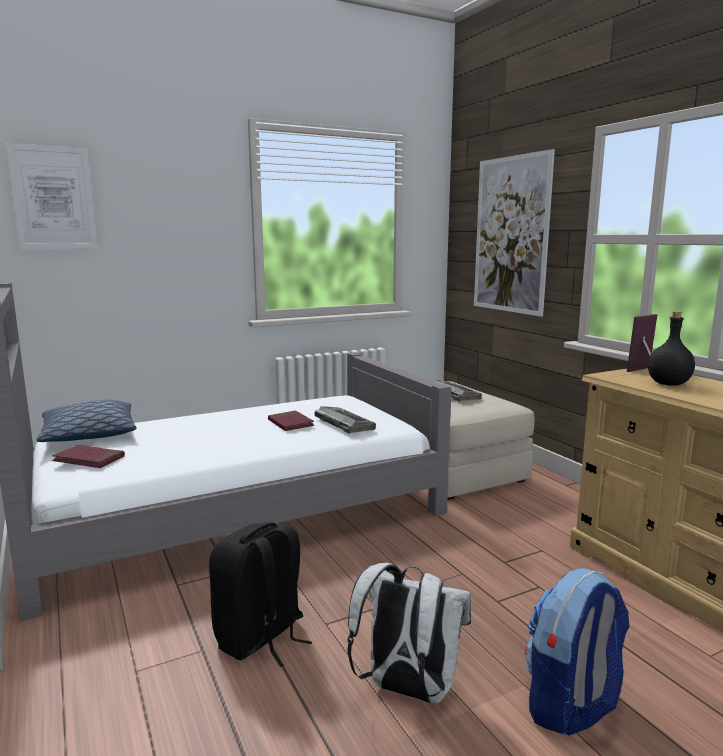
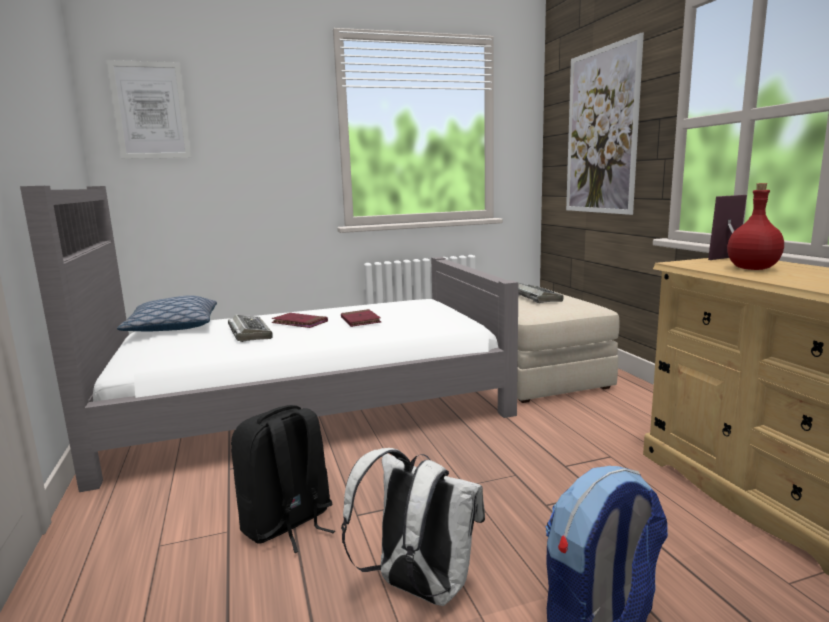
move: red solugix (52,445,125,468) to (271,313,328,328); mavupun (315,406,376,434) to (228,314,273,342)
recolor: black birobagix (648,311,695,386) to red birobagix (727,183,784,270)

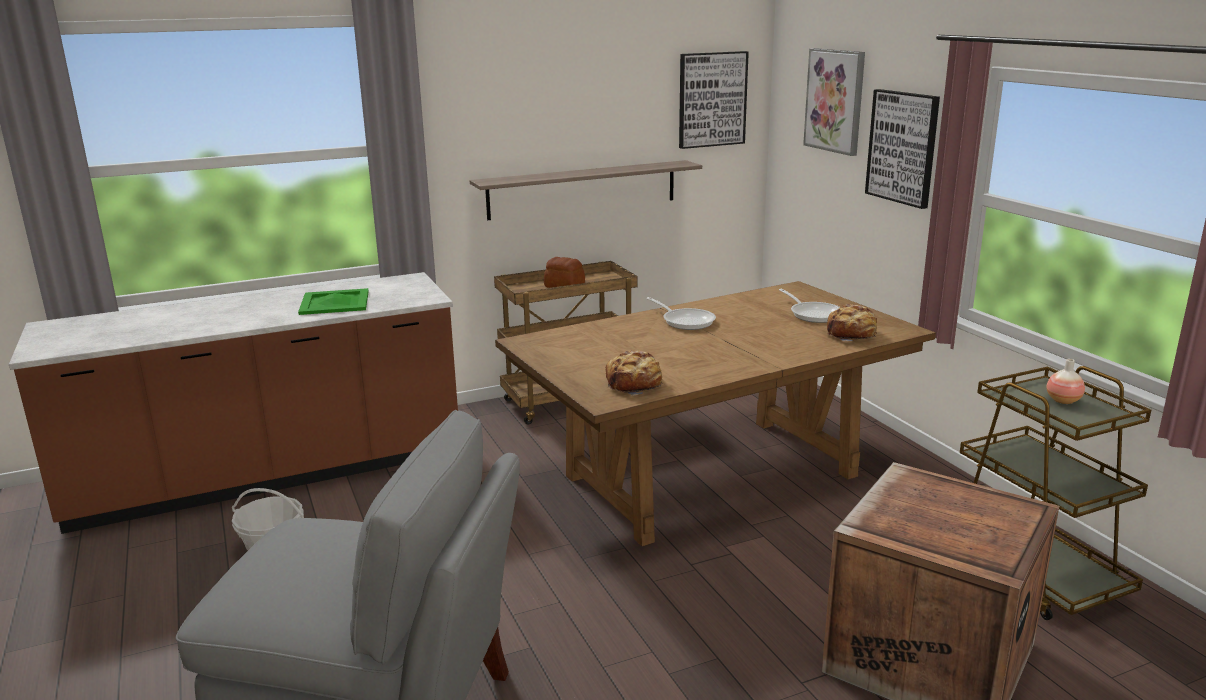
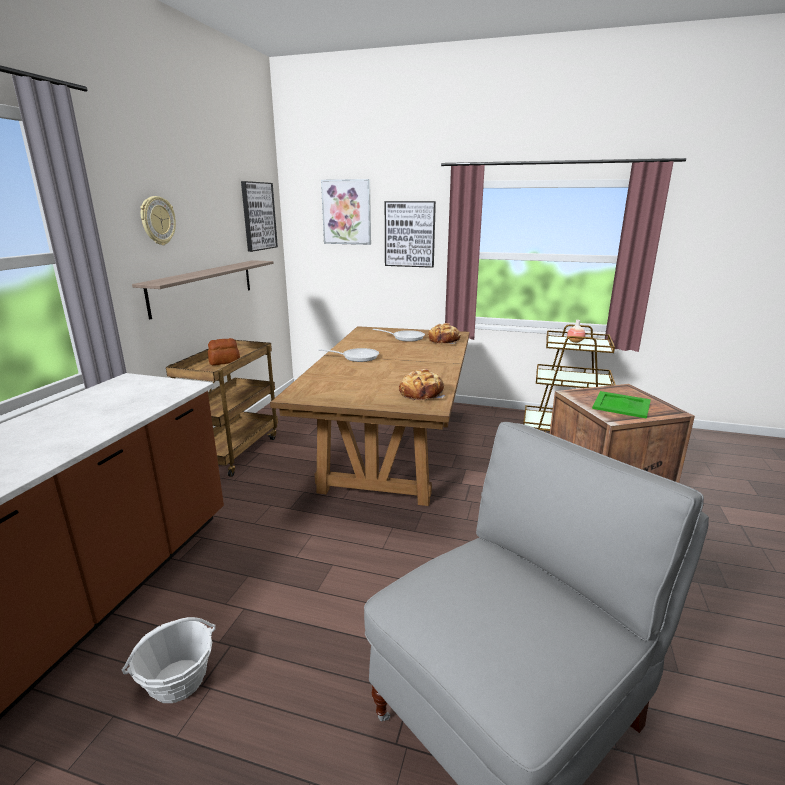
insert: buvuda (140,196,176,245)
move: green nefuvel (298,288,369,315) to (592,391,651,419)

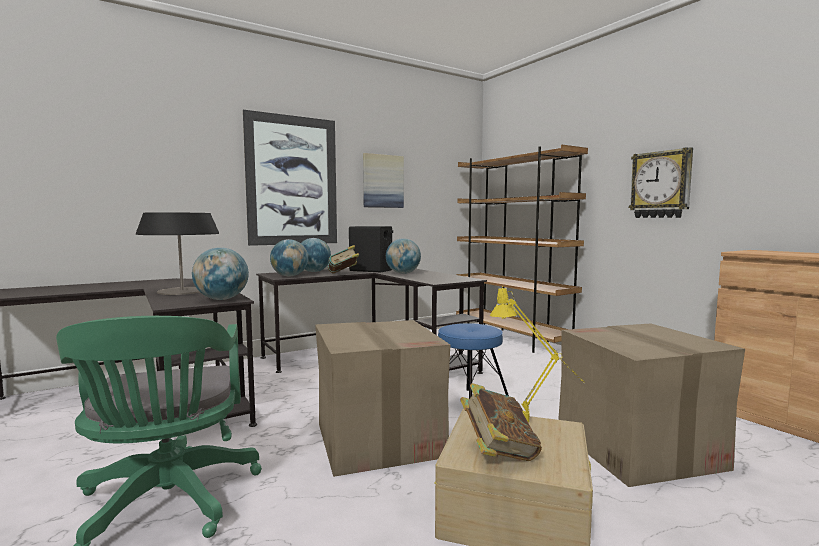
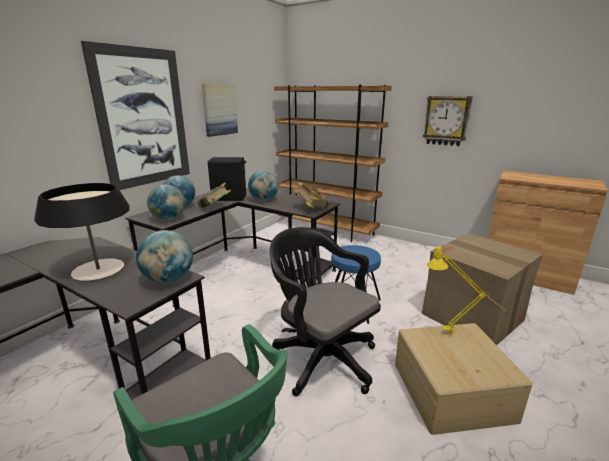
move: solugix (460,383,542,461) to (293,182,329,210)
replace: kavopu (315,320,450,477) to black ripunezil (270,227,381,396)

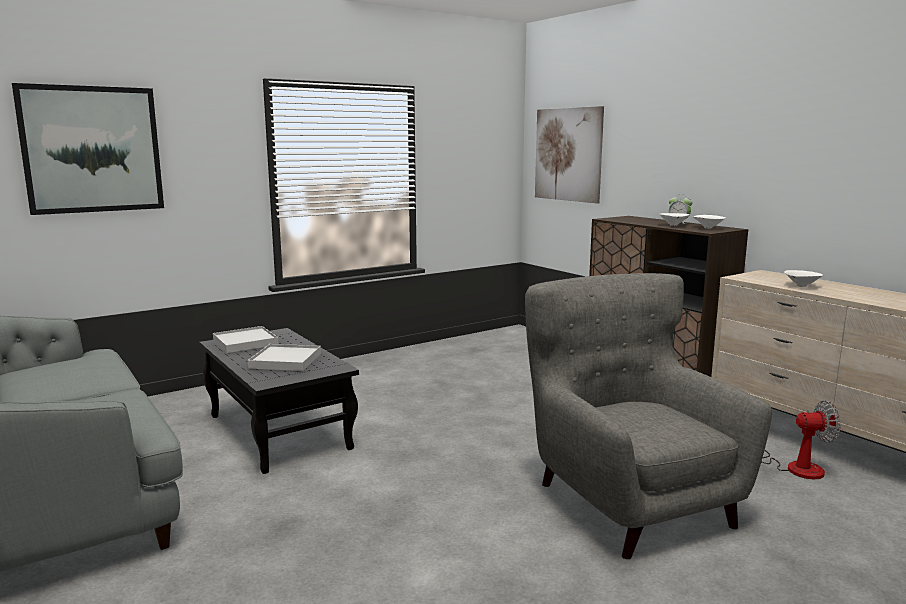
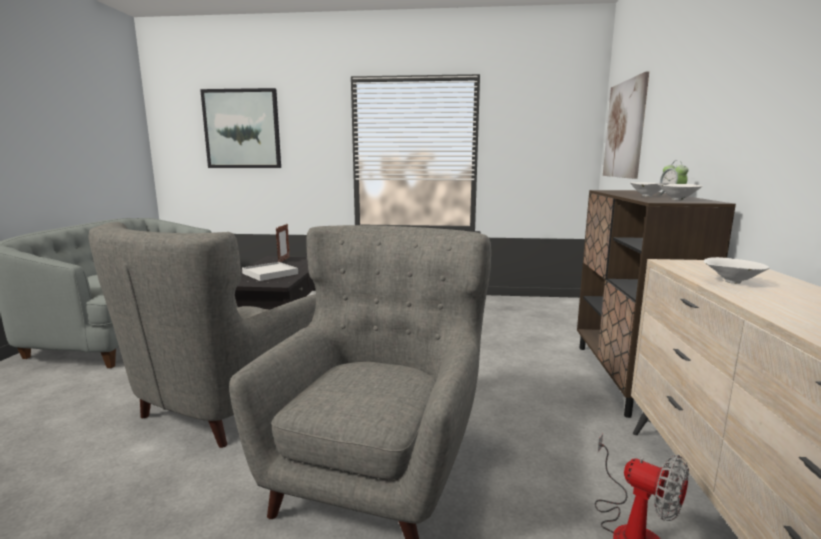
insert: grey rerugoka (88,222,316,448)
replace: white nefuvel (213,326,278,353) to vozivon (276,224,290,262)

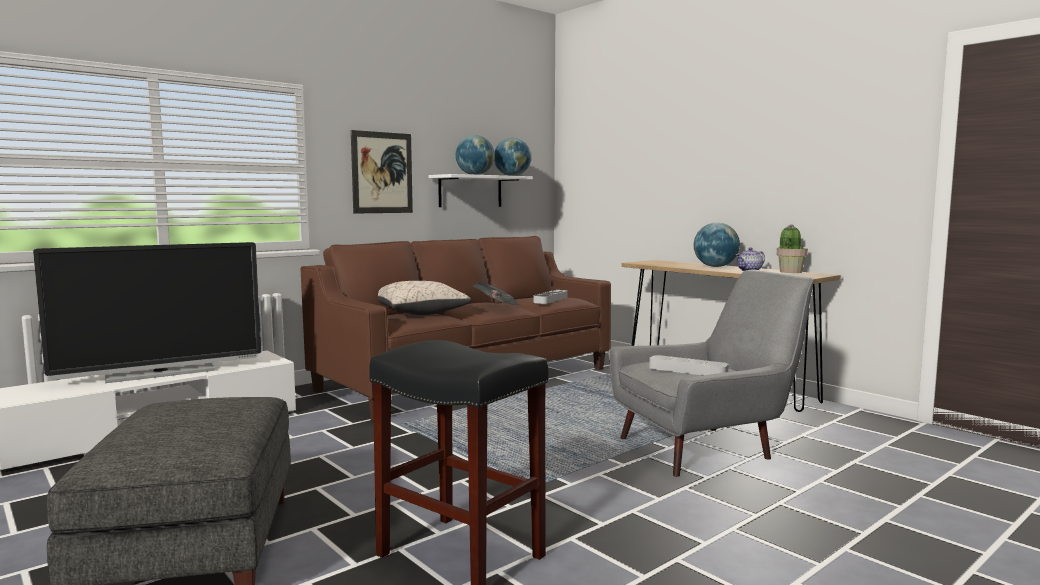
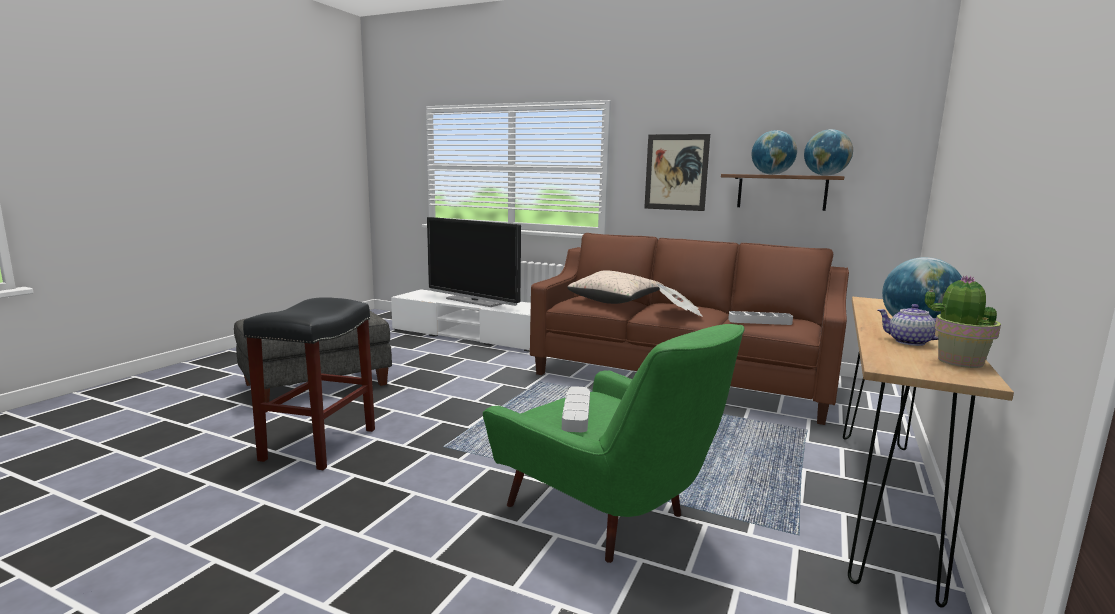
recolor: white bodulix (428,174,533,207) to brown bodulix (721,174,844,211); grey rerugoka (608,270,814,477) to green rerugoka (483,324,745,563)

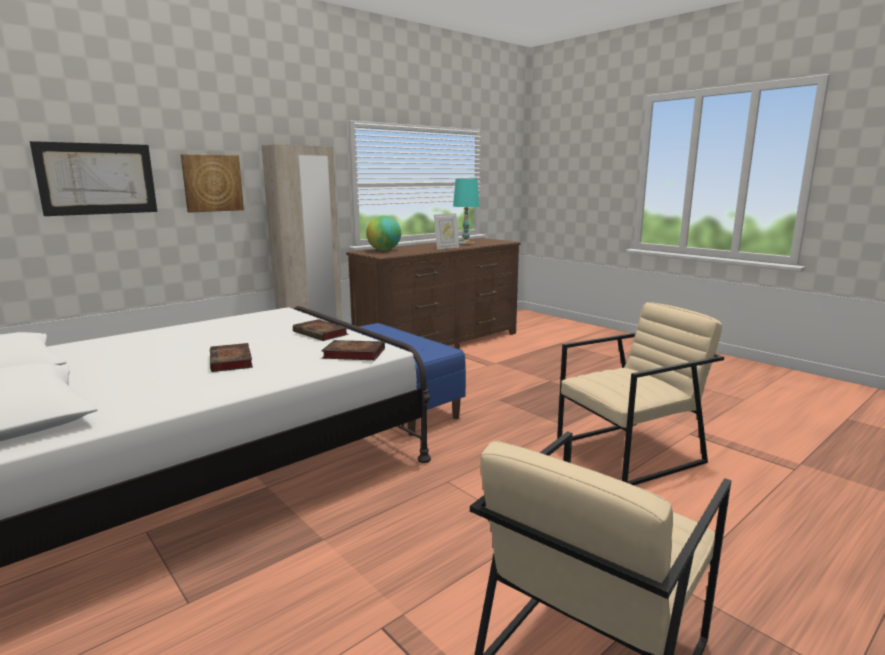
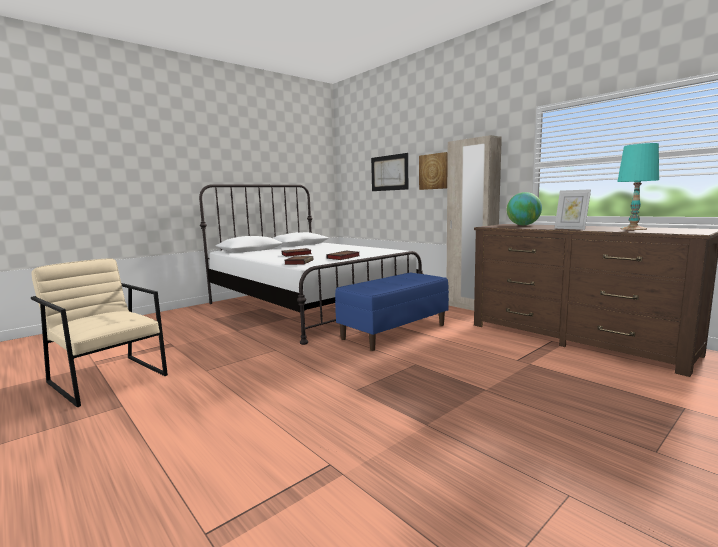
delete: beige rerugoka (557,302,724,485)

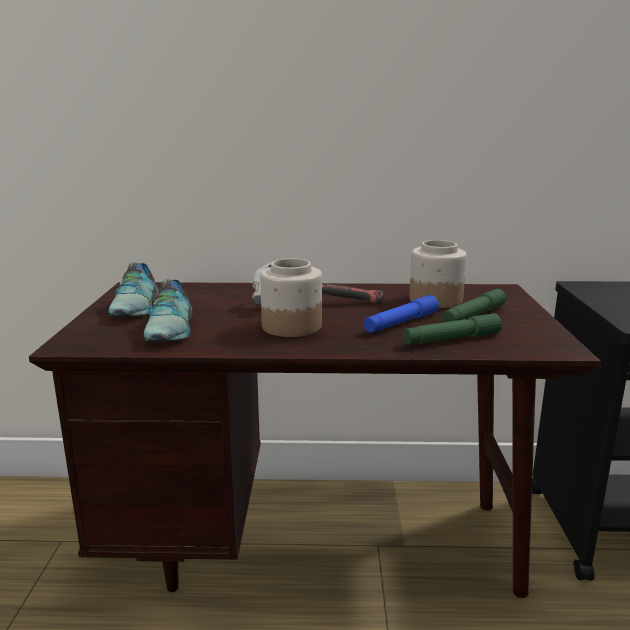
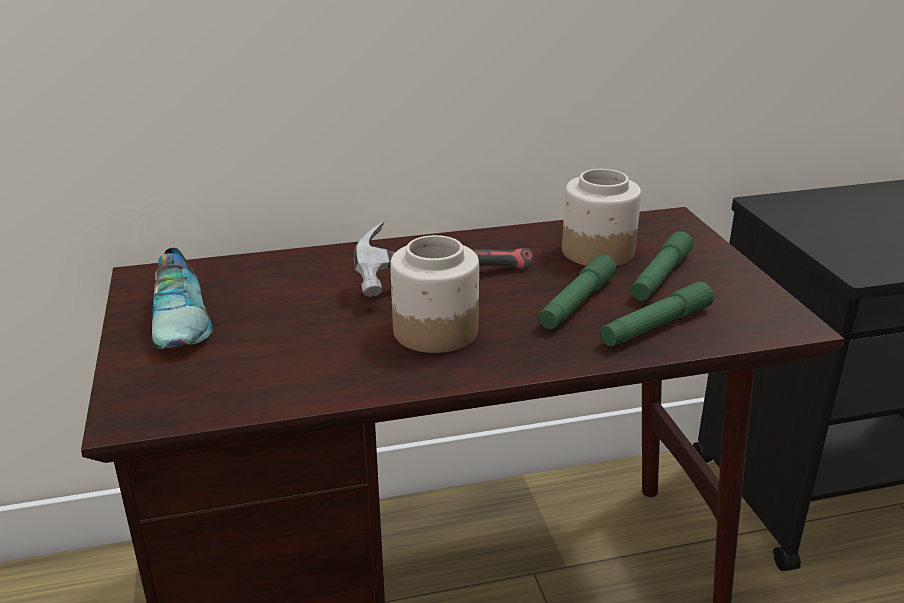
delete: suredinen (144,279,192,341)
recolor: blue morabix (364,295,439,333) to green morabix (538,254,617,329)

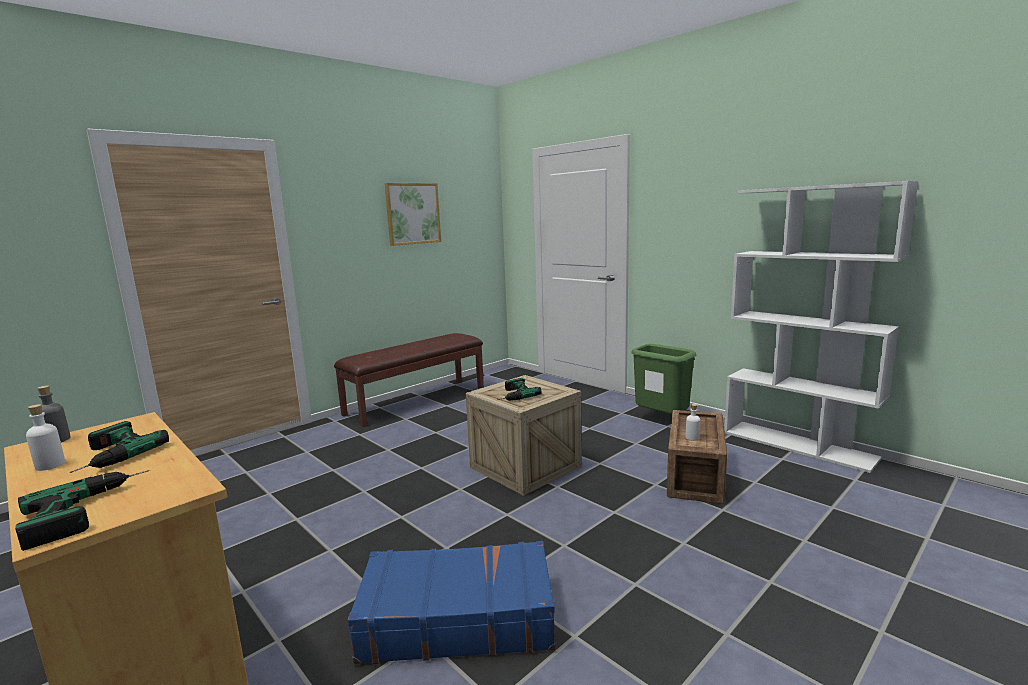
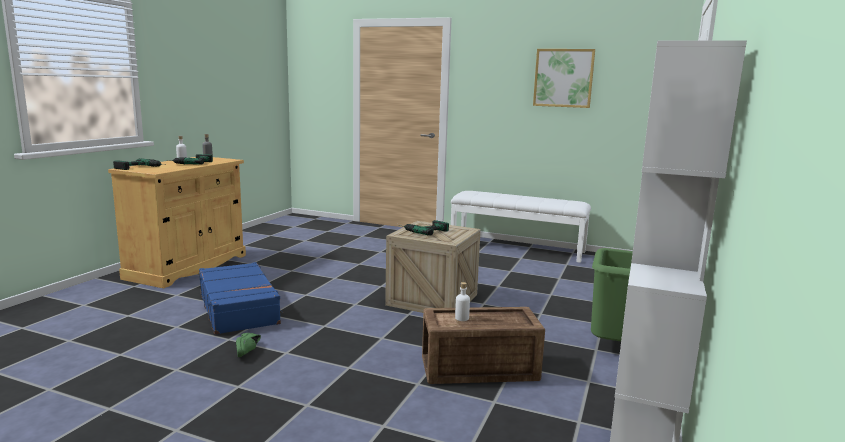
insert: green suredinen (236,333,261,357)
recolor: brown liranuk (334,333,484,427) to white liranuk (451,191,591,263)

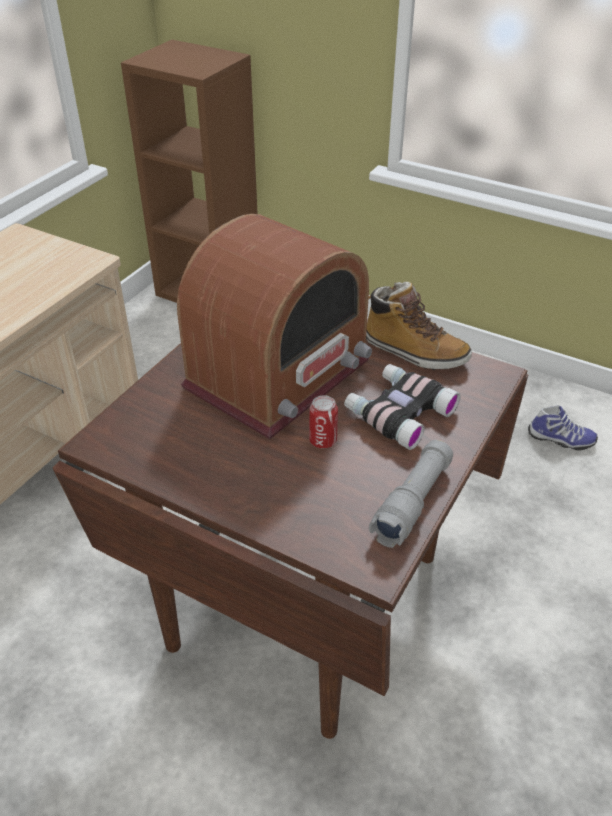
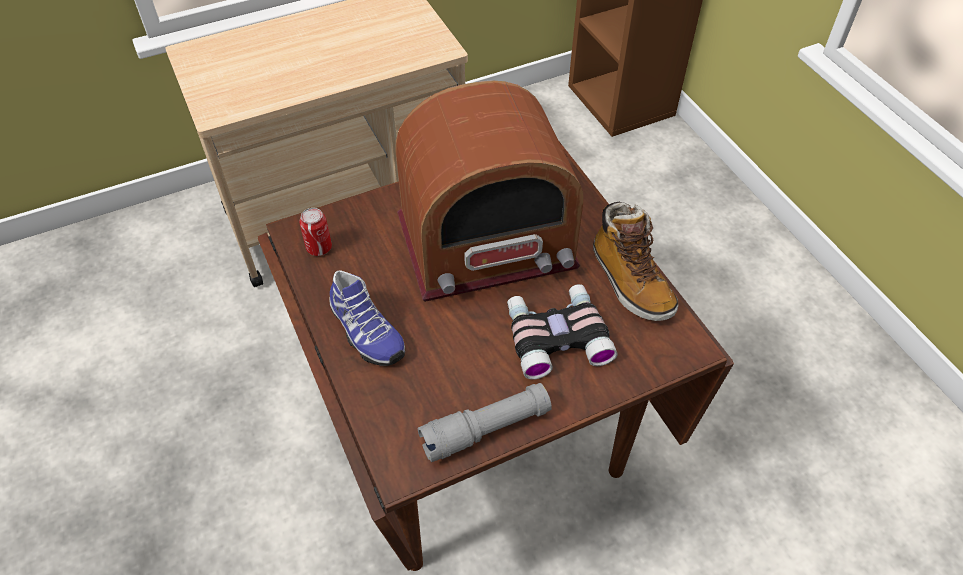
move: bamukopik (309,395,338,448) to (299,208,332,256); suredinen (528,405,598,451) to (329,270,405,366)

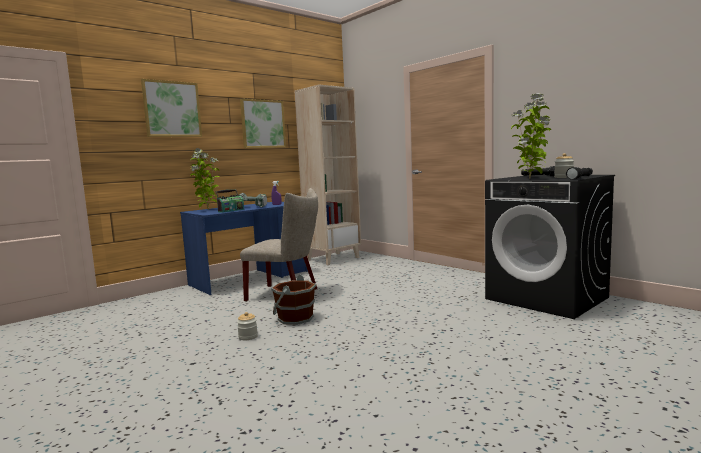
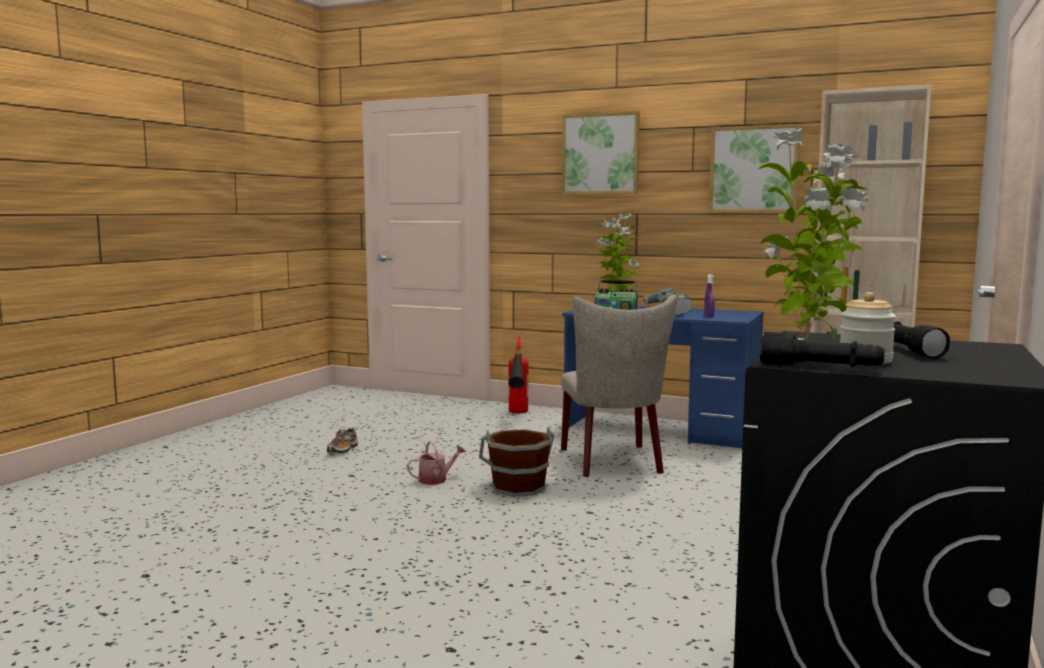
insert: suredinen (327,428,358,453); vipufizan (508,336,528,413)
replace: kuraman (237,312,258,340) to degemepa (407,441,466,485)

